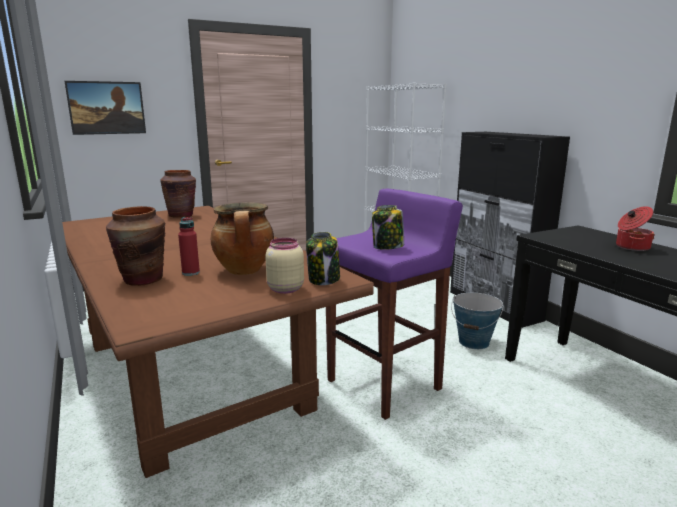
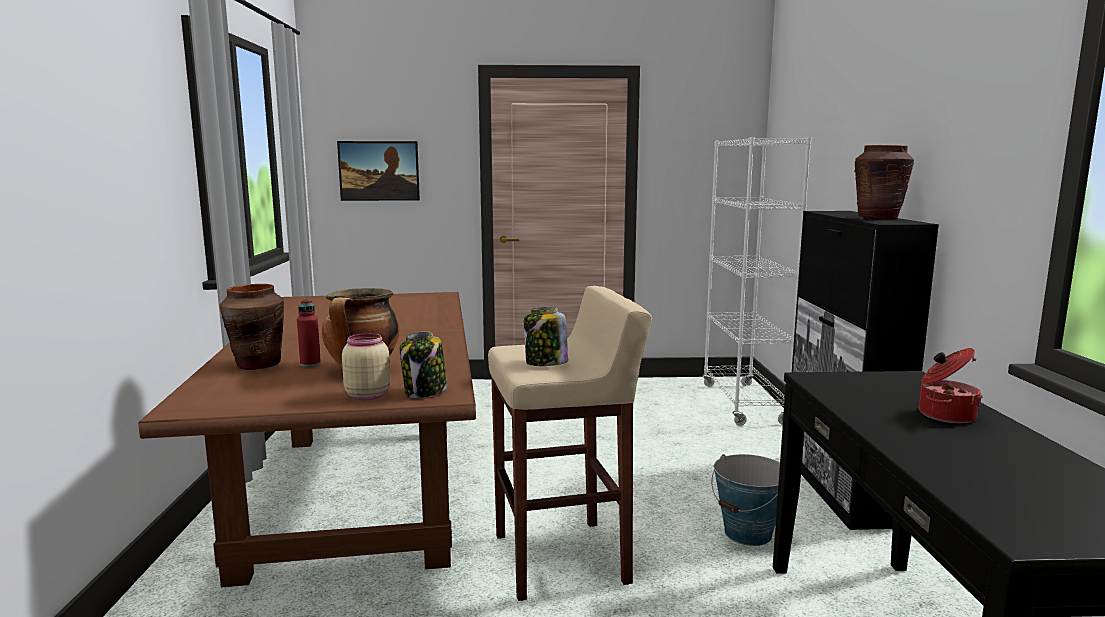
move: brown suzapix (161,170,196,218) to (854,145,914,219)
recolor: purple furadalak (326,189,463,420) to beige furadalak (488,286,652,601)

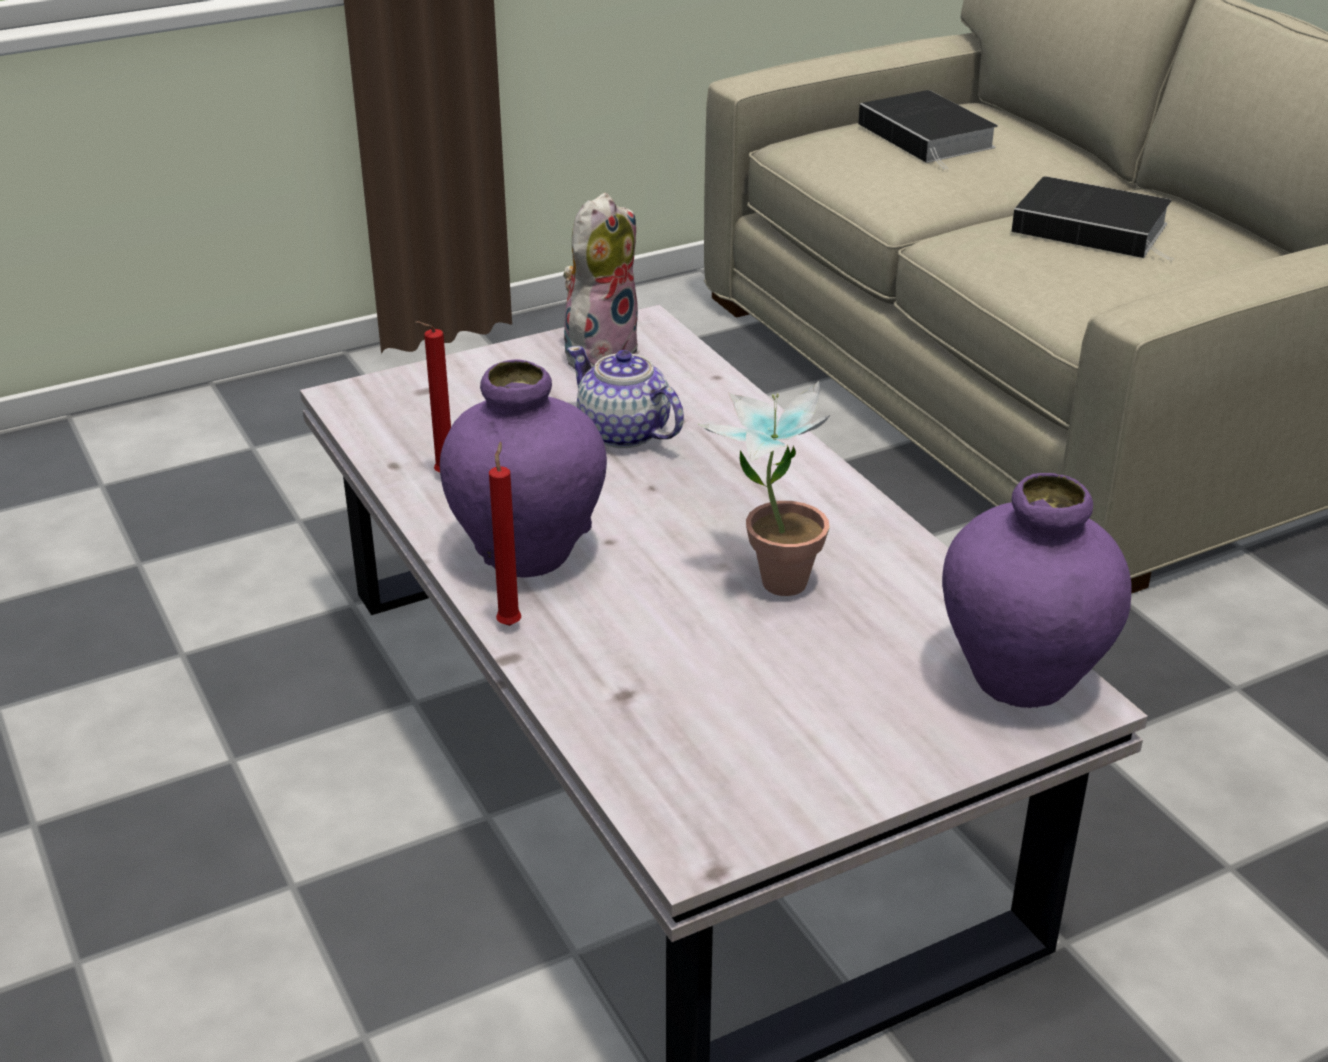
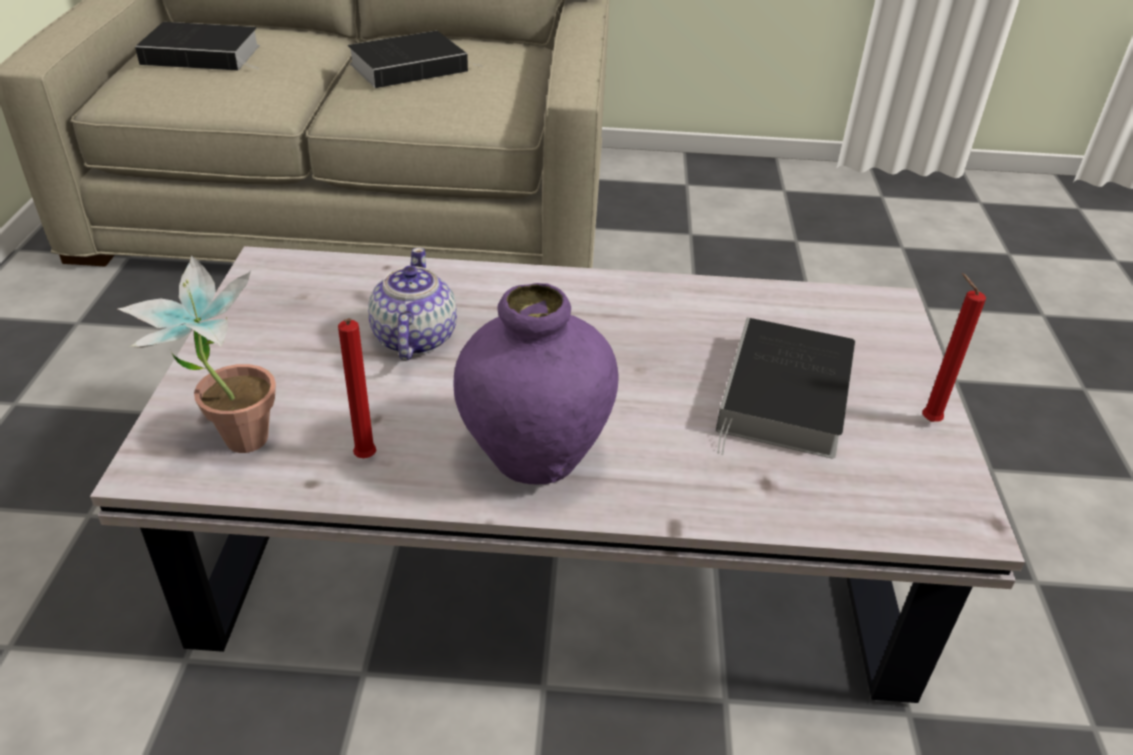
delete: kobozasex (563,193,640,369); purple suzapix (942,473,1131,708)
insert: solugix (716,318,855,459)
move: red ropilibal (489,442,521,626) to (922,273,986,422); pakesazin (697,381,831,596) to (118,255,276,453)
rotate: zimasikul (567,346,684,448) = (368,248,457,361) 105 degrees clockwise

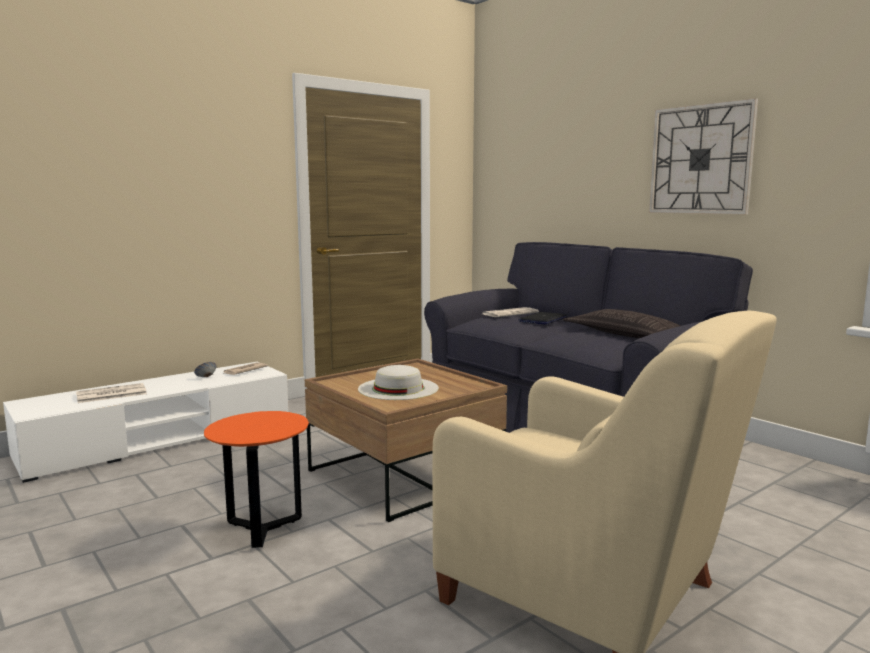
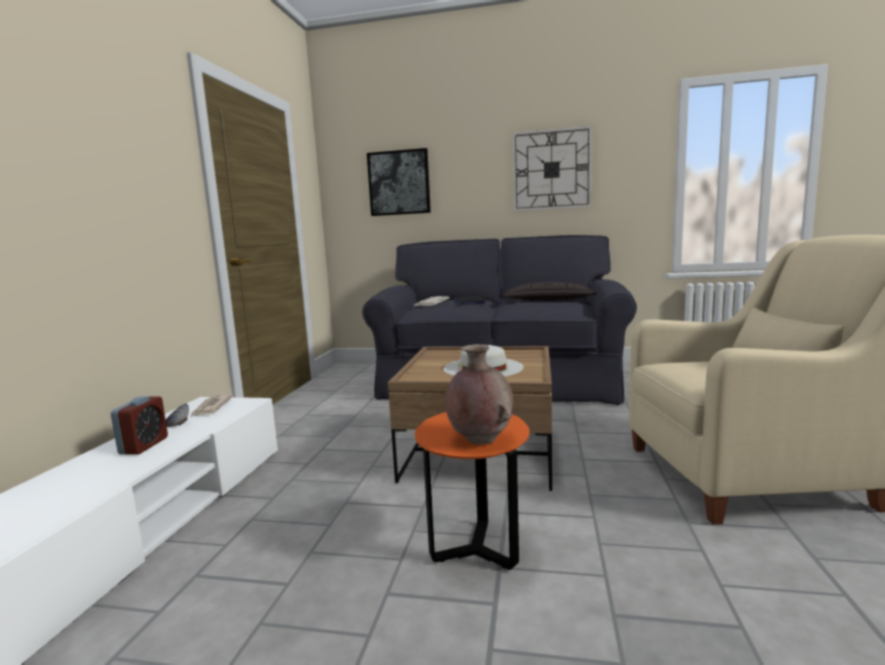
delete: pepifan (76,383,147,403)
insert: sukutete (111,396,168,455); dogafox (367,148,431,216); brown suzapix (445,344,513,445)

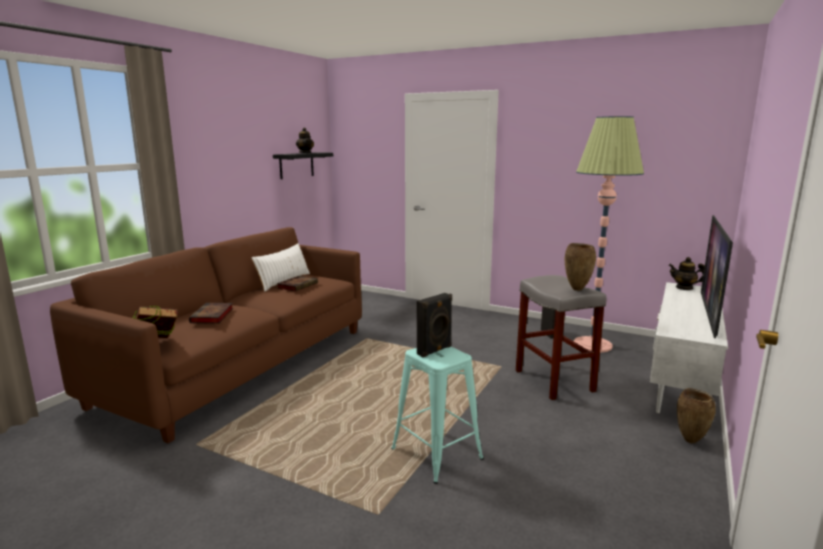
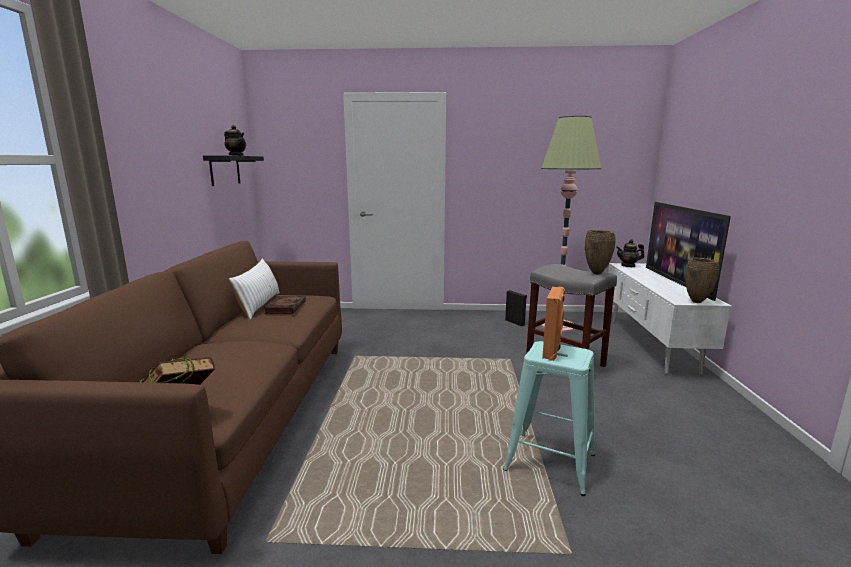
delete: solugix (189,303,233,324)
move: brown suzapix (677,388,716,443) to (685,258,719,303)
recolor: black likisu (417,293,452,357) to orange likisu (542,287,565,361)

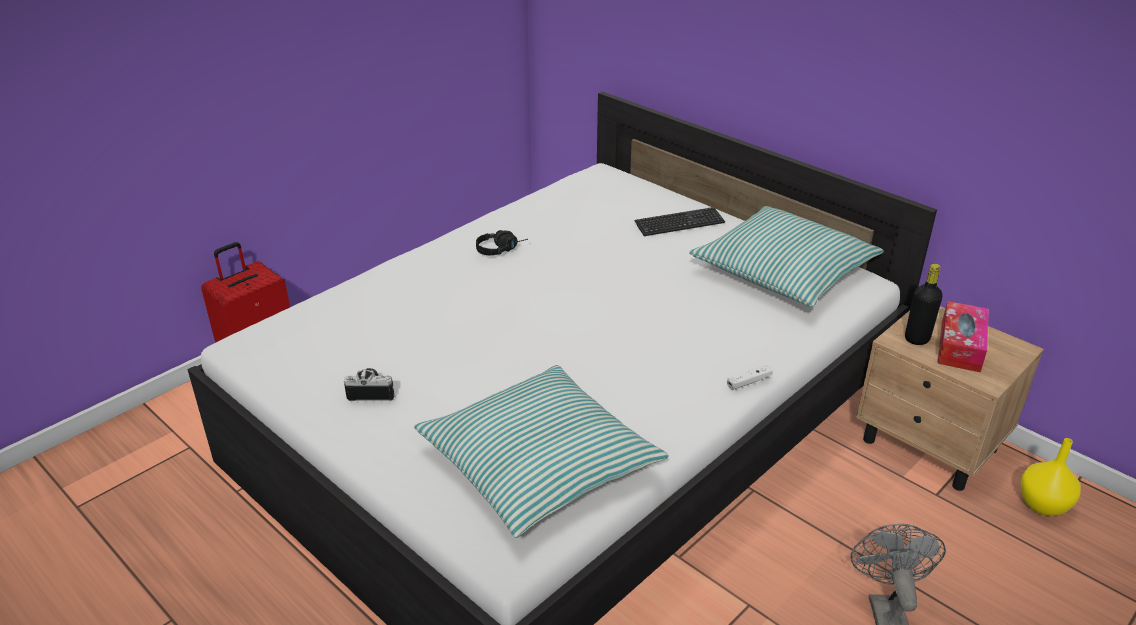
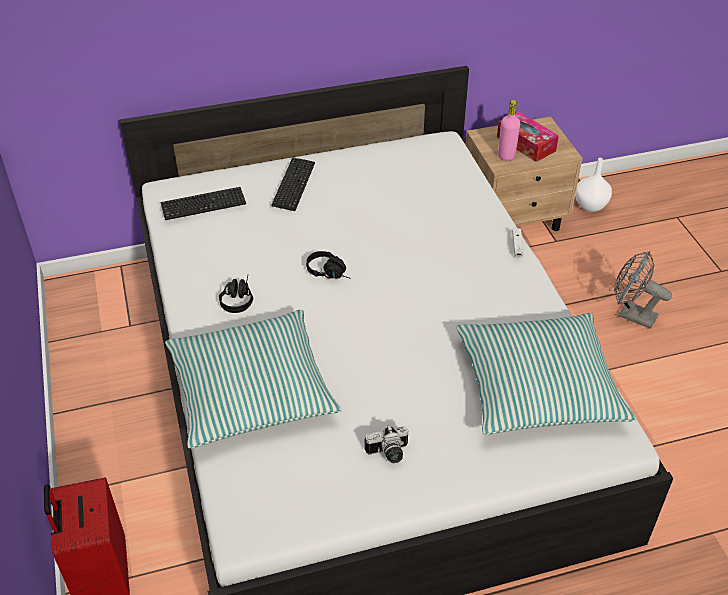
insert: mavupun (160,187,246,220); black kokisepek (306,251,349,279)
move: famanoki (689,206,884,307) to (165,309,342,449)
recolor: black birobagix (905,264,943,345) to pink birobagix (498,100,520,161); yellow suzapix (1021,438,1081,516) to white suzapix (576,158,612,212)
rotate: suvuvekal (344,368,395,401) = (364,425,408,463) 135 degrees counterclockwise

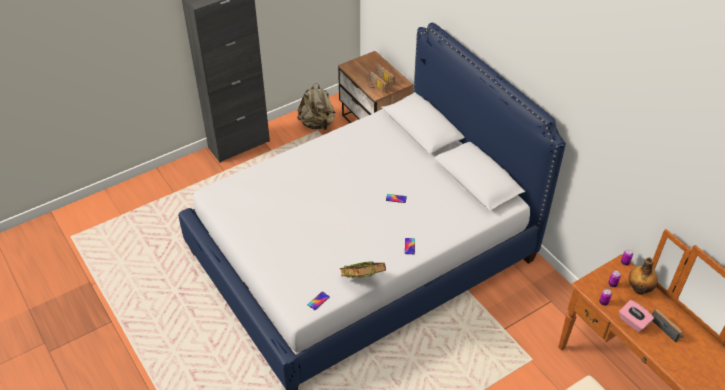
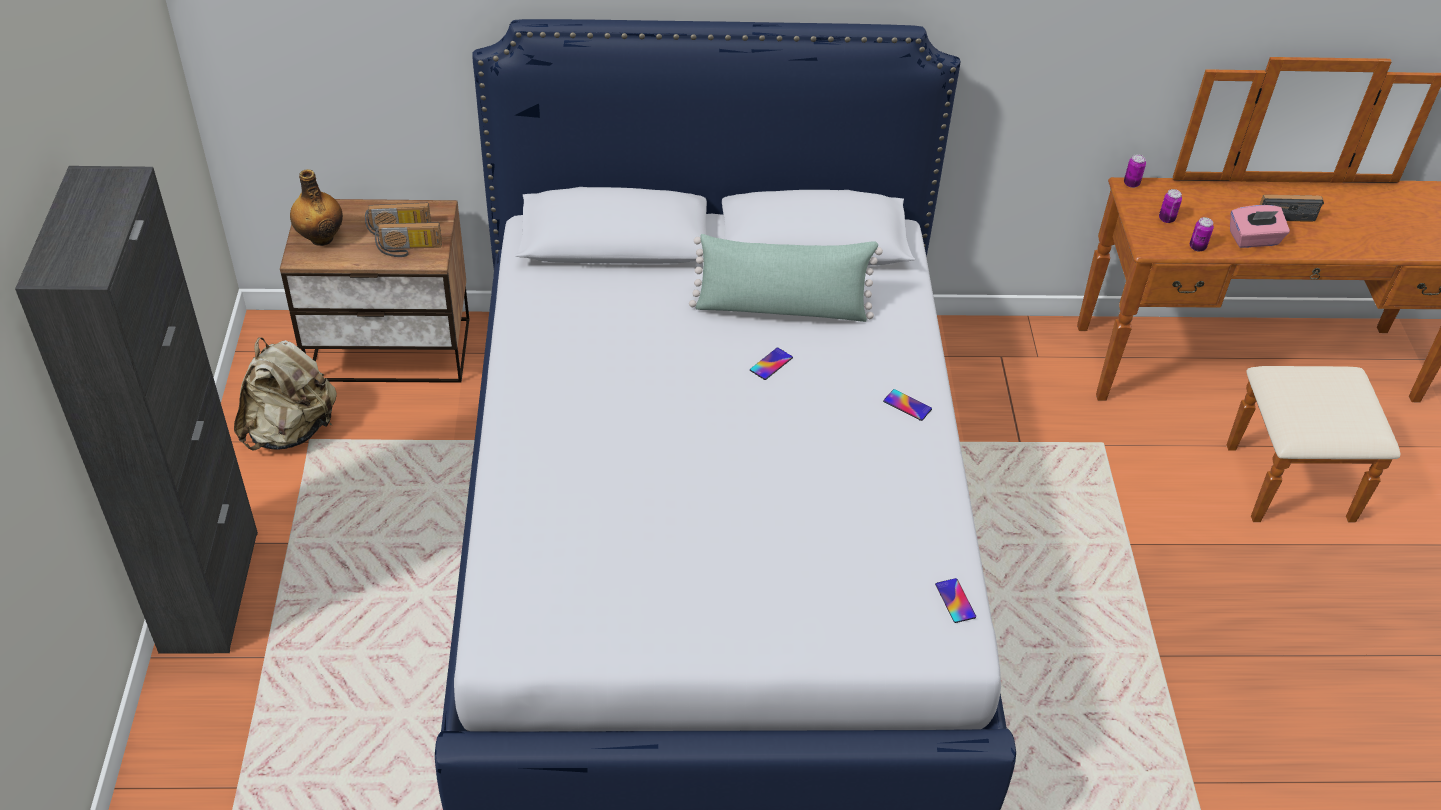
delete: solugix (339,261,386,278)
insert: green famanoki (689,234,883,322)
move: birobagix (629,258,658,295) to (290,169,343,246)

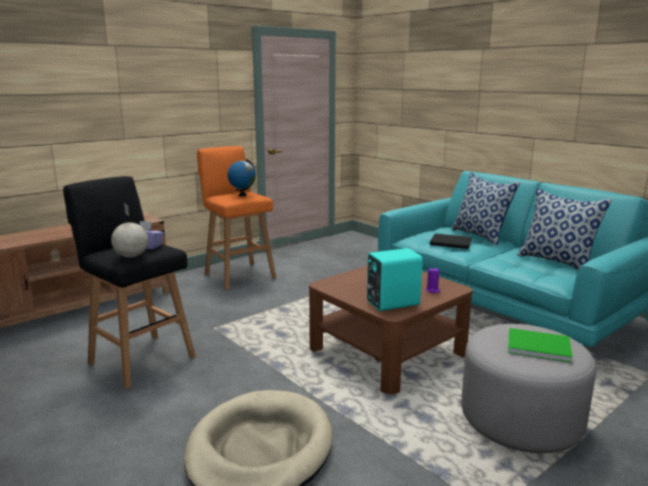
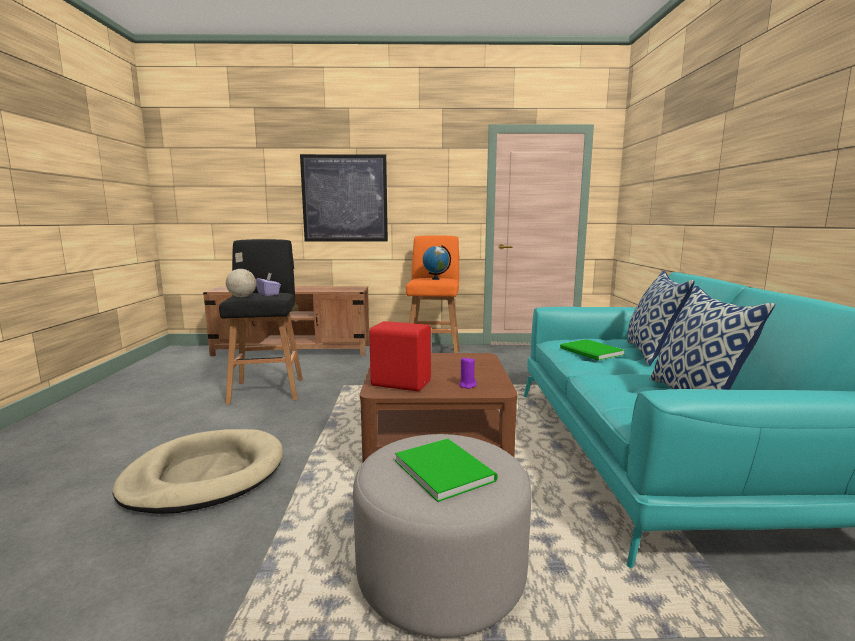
insert: dogafox (300,154,388,242)
recolor: turquoise likisu (366,248,423,311) to red likisu (369,321,431,391); black solugix (430,234,472,249) to green solugix (560,339,625,360)

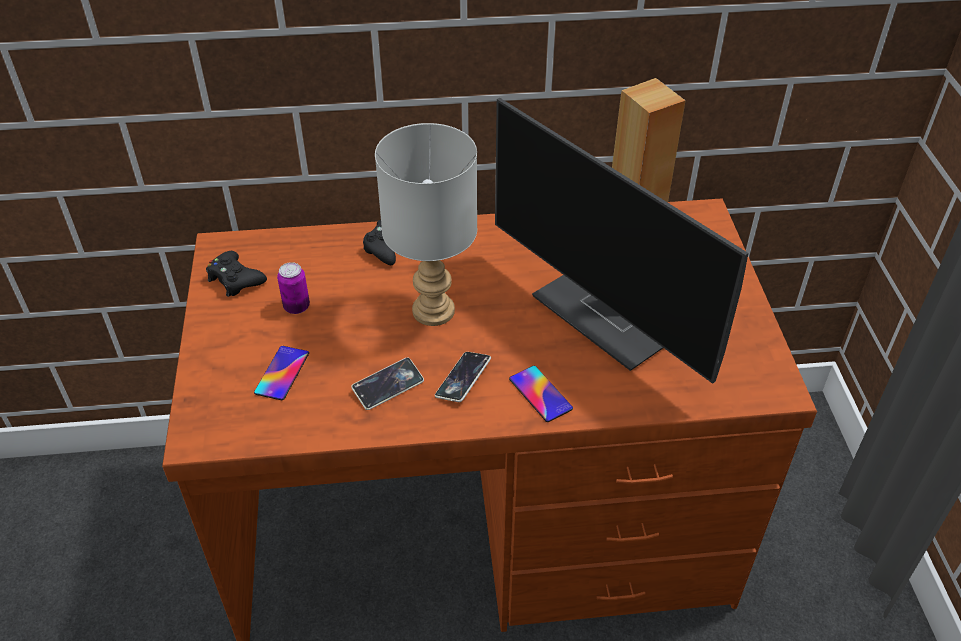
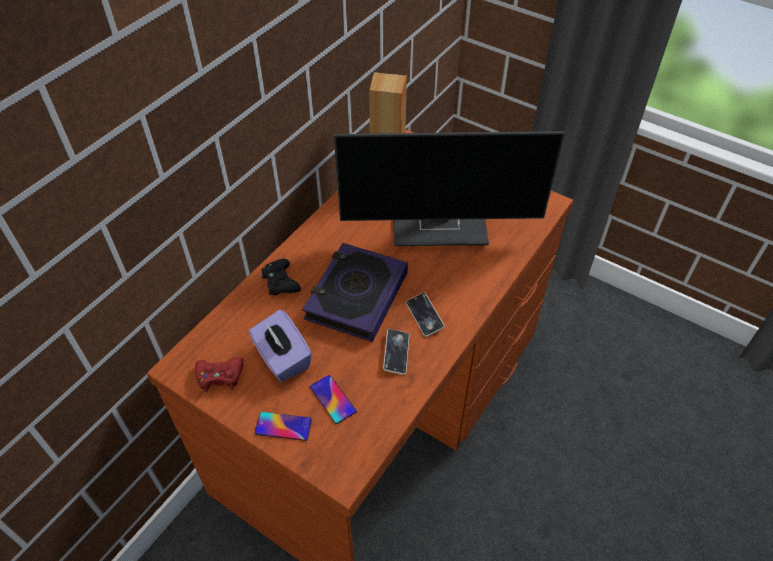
move: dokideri (509,366,573,422) to (255,412,312,441)
replace: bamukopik (277,262,310,314) to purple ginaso (249,309,312,382); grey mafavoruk (375,123,477,326) to solugix (302,243,408,342)
recolor: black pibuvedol (206,251,267,297) to red pibuvedol (195,357,244,392)

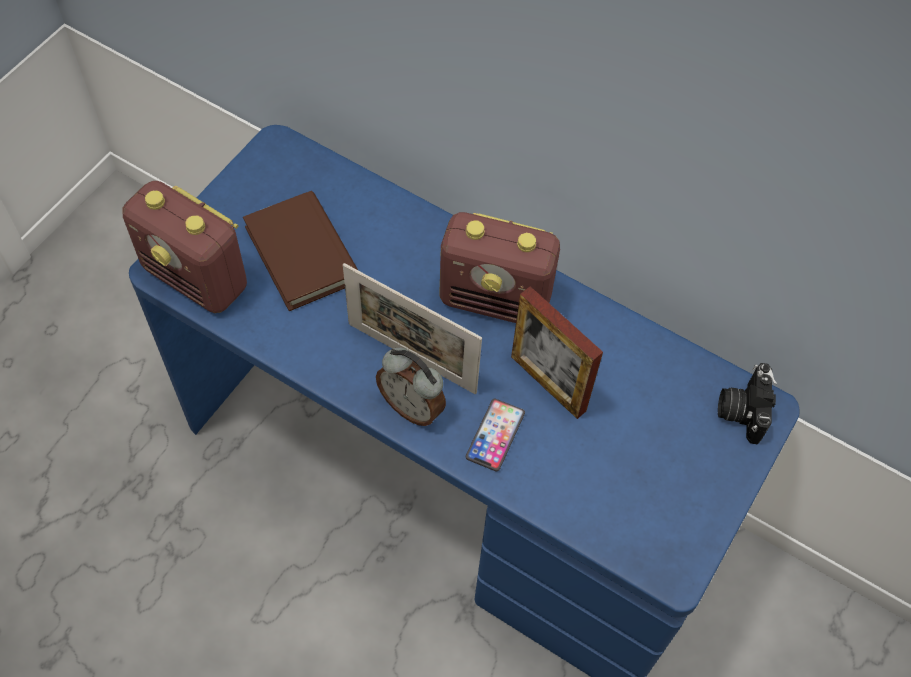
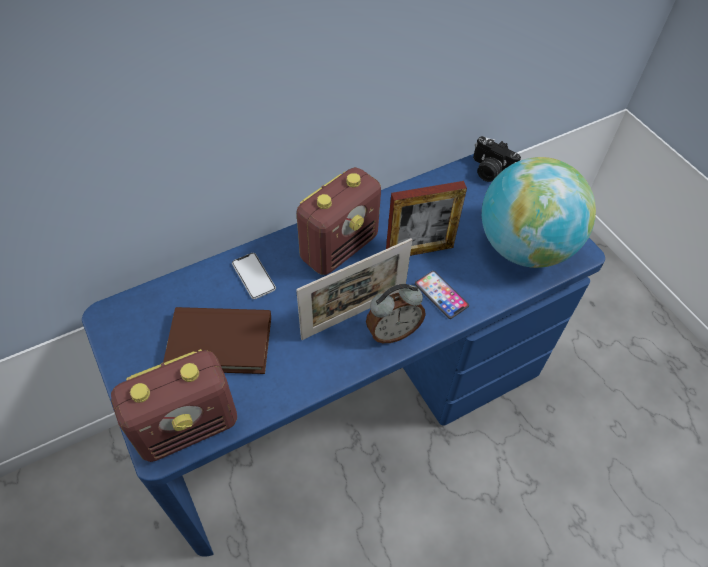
insert: dokideri (232,253,276,299); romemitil (482,157,596,268)

